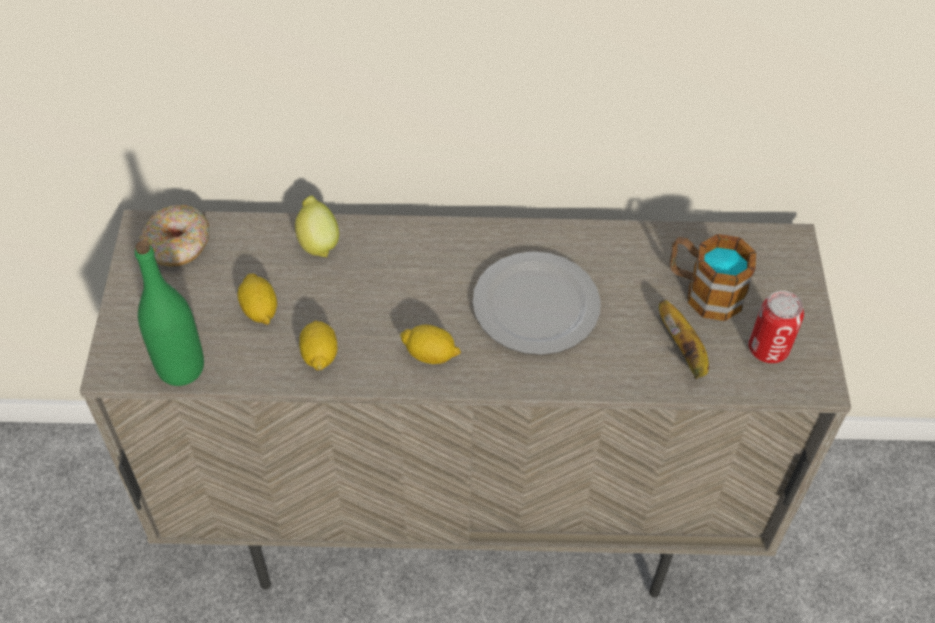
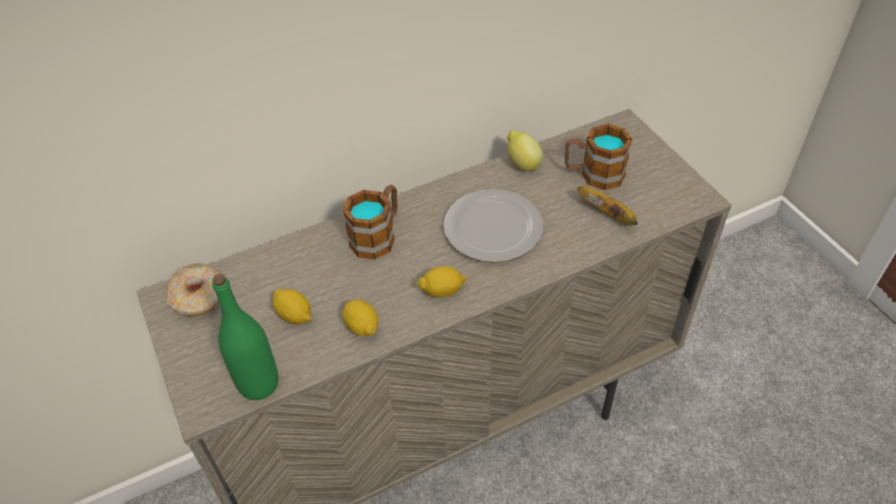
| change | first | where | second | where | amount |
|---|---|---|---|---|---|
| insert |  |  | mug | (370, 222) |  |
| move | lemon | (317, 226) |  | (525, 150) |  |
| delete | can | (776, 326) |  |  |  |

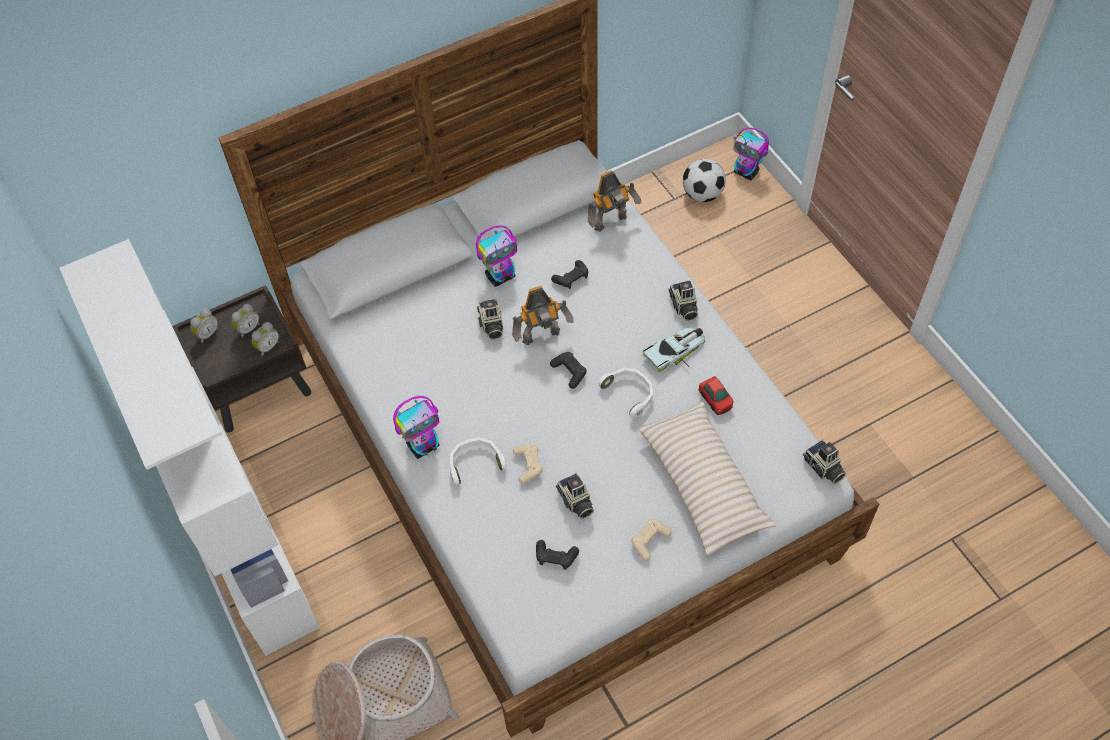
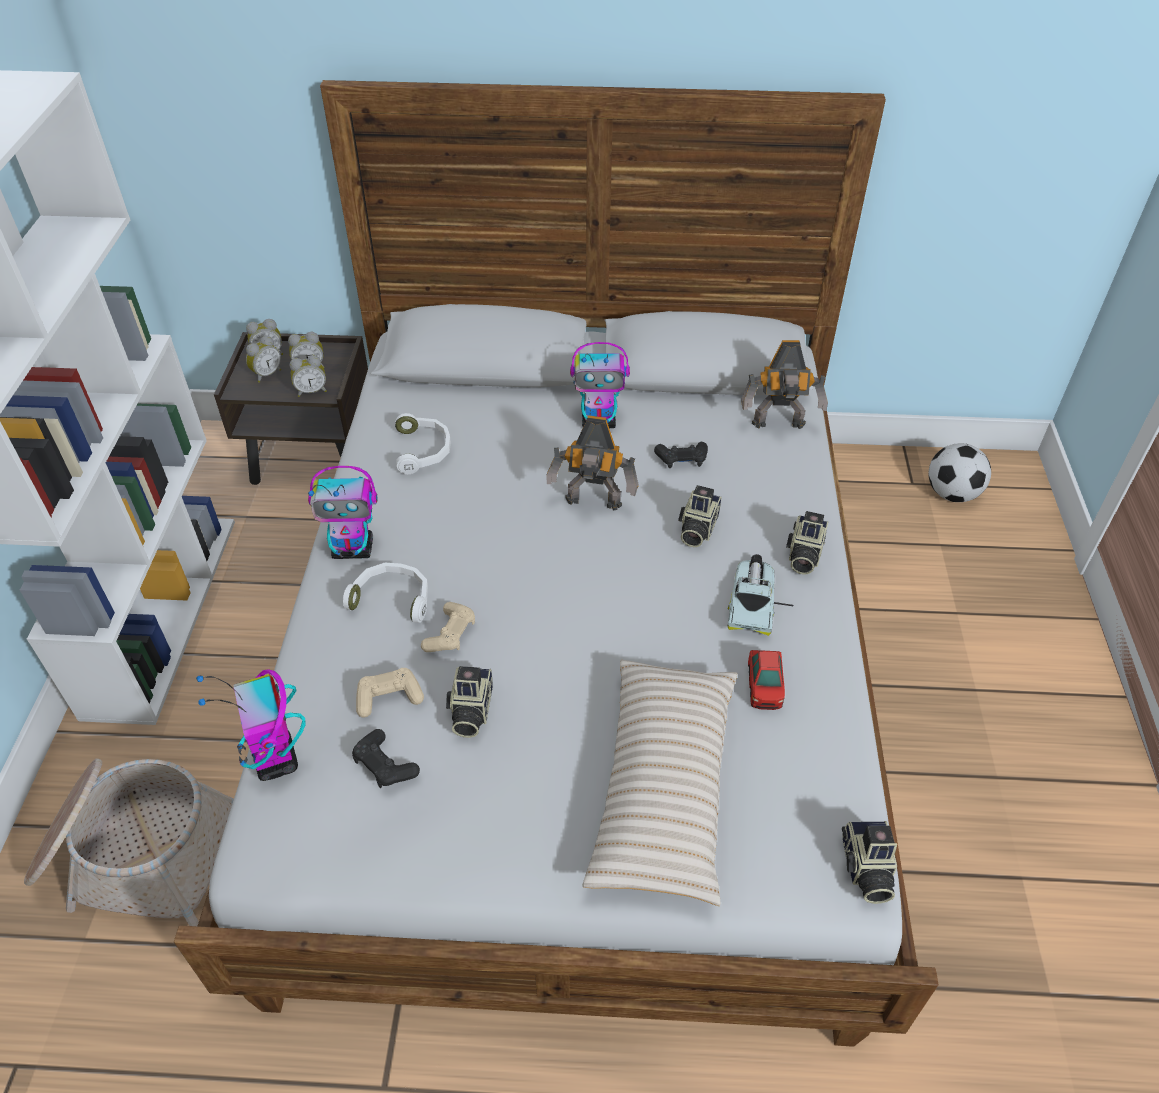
| change | first | where | second | where | amount |
|---|---|---|---|---|---|
| move | toy robot | (751, 154) |  | (251, 725) |  |
| insert |  |  | alarm clock | (263, 359) |  |
| move | beige game controller | (651, 540) |  | (390, 693) |  |
| move | white headphones | (625, 393) |  | (423, 443) |  |
| move | photo camera | (490, 319) |  | (700, 516) |  |
| rotate | toy car | (673, 349) |  | (760, 595) | 75 degrees counterclockwise |
| delete | black game controller | (568, 370) |  |  |  |

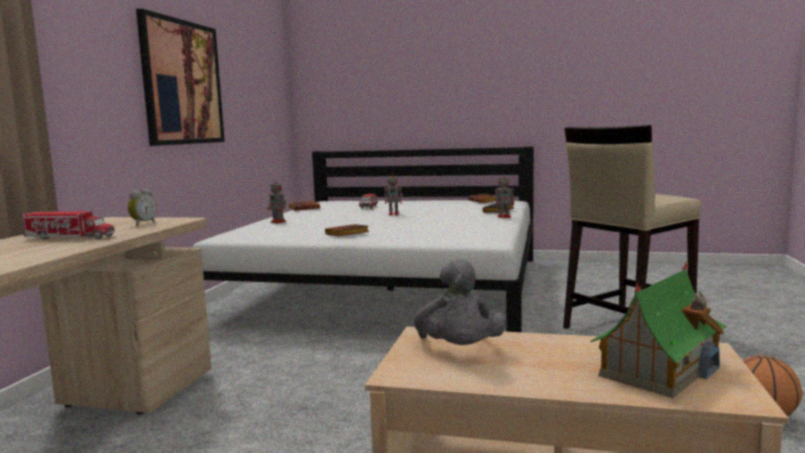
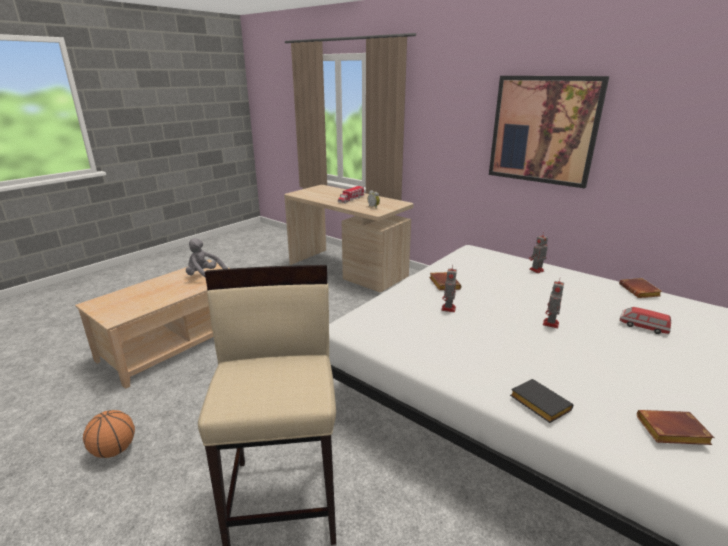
| change | first | where | second | where | amount |
|---|---|---|---|---|---|
| move | toy robot | (504, 195) |  | (449, 288) |  |
| delete | toy house | (659, 329) |  |  |  |

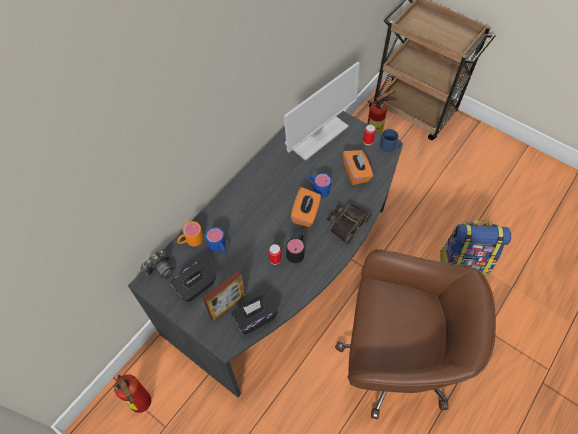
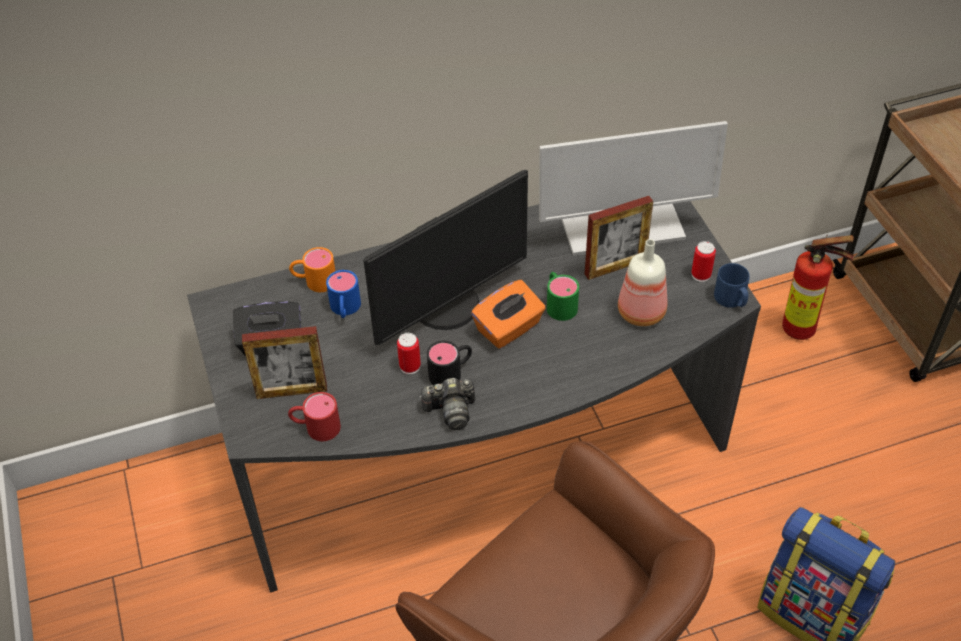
| change | first | where | second | where | amount |
|---|---|---|---|---|---|
| replace | black tissue box | (254, 314) | red mug | (314, 416) |  |
| insert |  |  | monitor | (446, 257) |  |
| move | photo camera | (156, 264) |  | (447, 404) |  |
| recolor | blue mug | (319, 185) | green mug | (563, 296) |  |
| insert |  |  | picture frame | (619, 238) |  |
| replace | orange tissue box | (358, 167) | bottle | (642, 282) |  |
| delete | fire extinguisher | (132, 393) |  |  |  |
| delete | binoculars | (349, 223) |  |  |  |

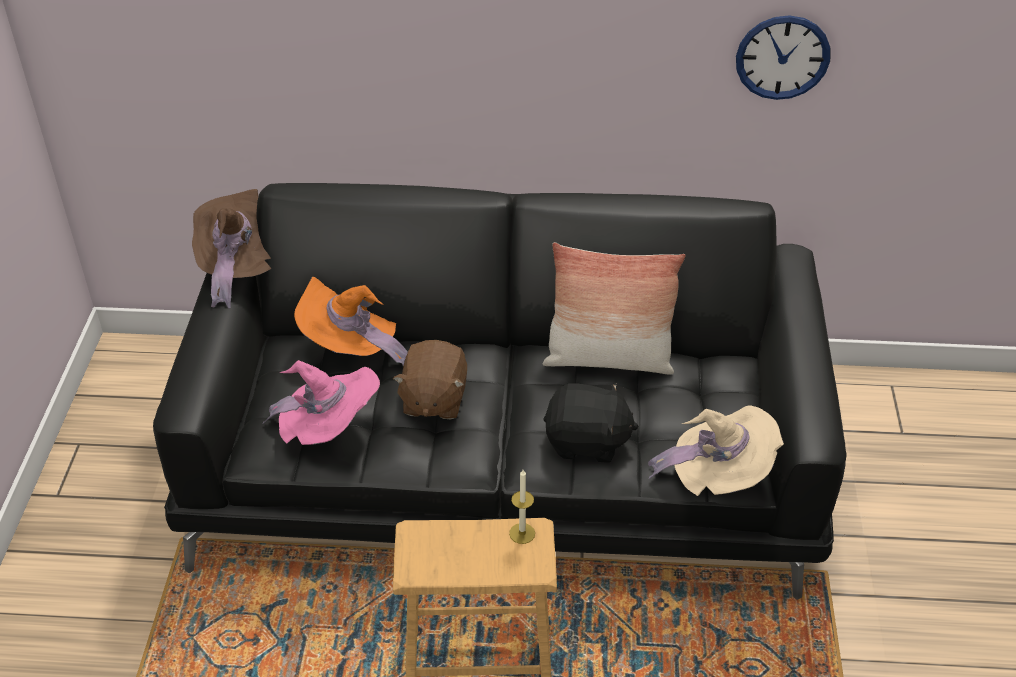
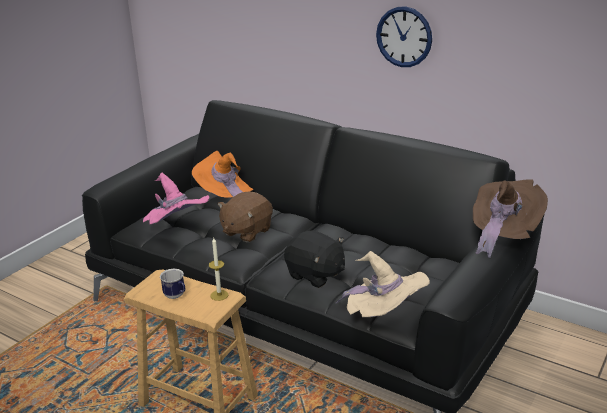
| change | first | where | second | where | amount |
|---|---|---|---|---|---|
| insert |  |  | mug | (172, 284) |  |
| move | wall clock | (783, 57) |  | (404, 36) |  |
| move | brown hat | (232, 249) |  | (510, 218) |  |
| delete | pillow | (614, 308) |  |  |  |

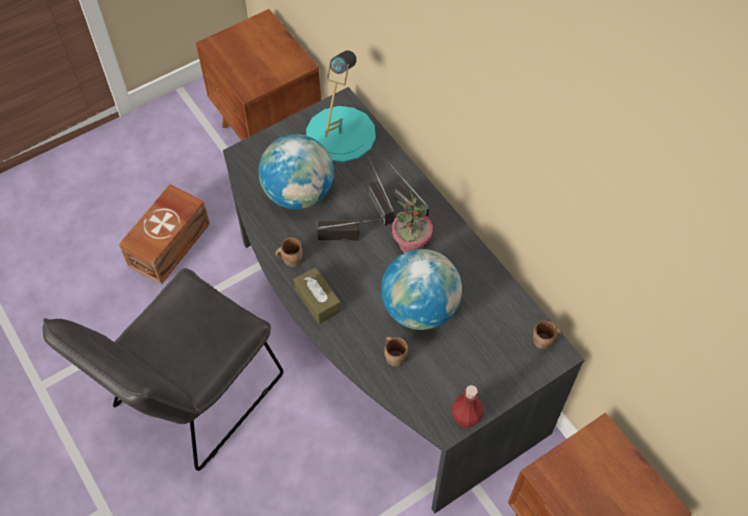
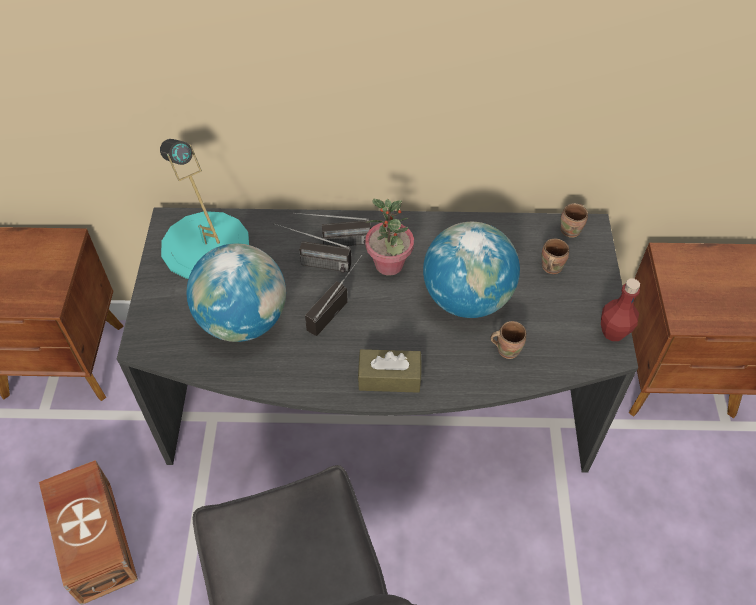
| change | first | where | second | where | amount |
|---|---|---|---|---|---|
| move | brown mug | (289, 252) |  | (555, 256) |  |

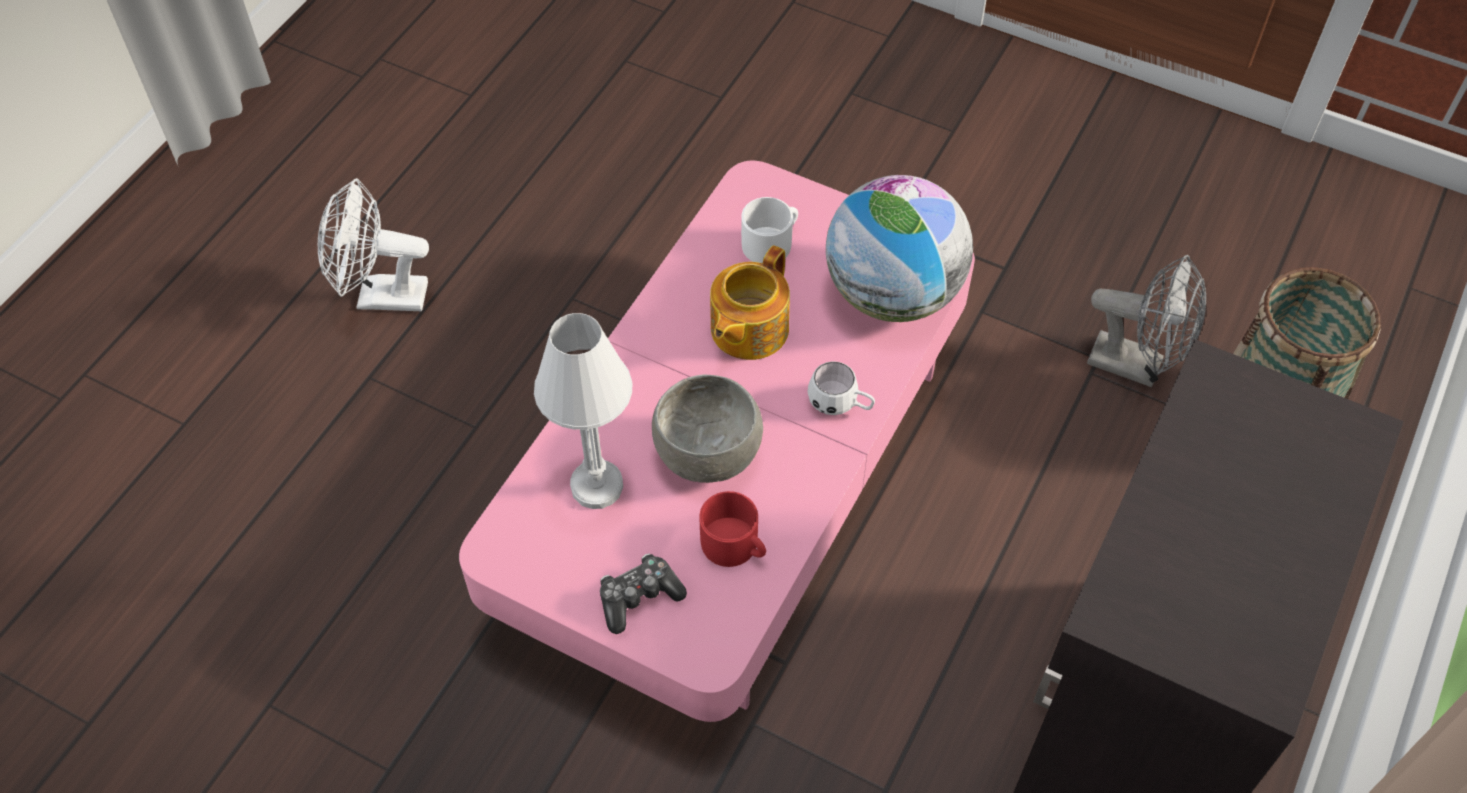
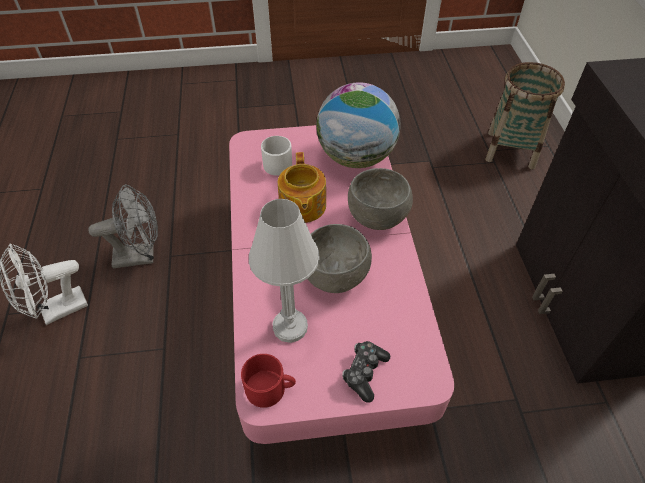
| change | first | where | second | where | amount |
|---|---|---|---|---|---|
| move | grey fan | (1146, 321) |  | (123, 226) |  |
| move | red mug | (732, 529) |  | (268, 381) |  |
| replace | white mug | (841, 388) | grey bowl | (380, 199) |  |

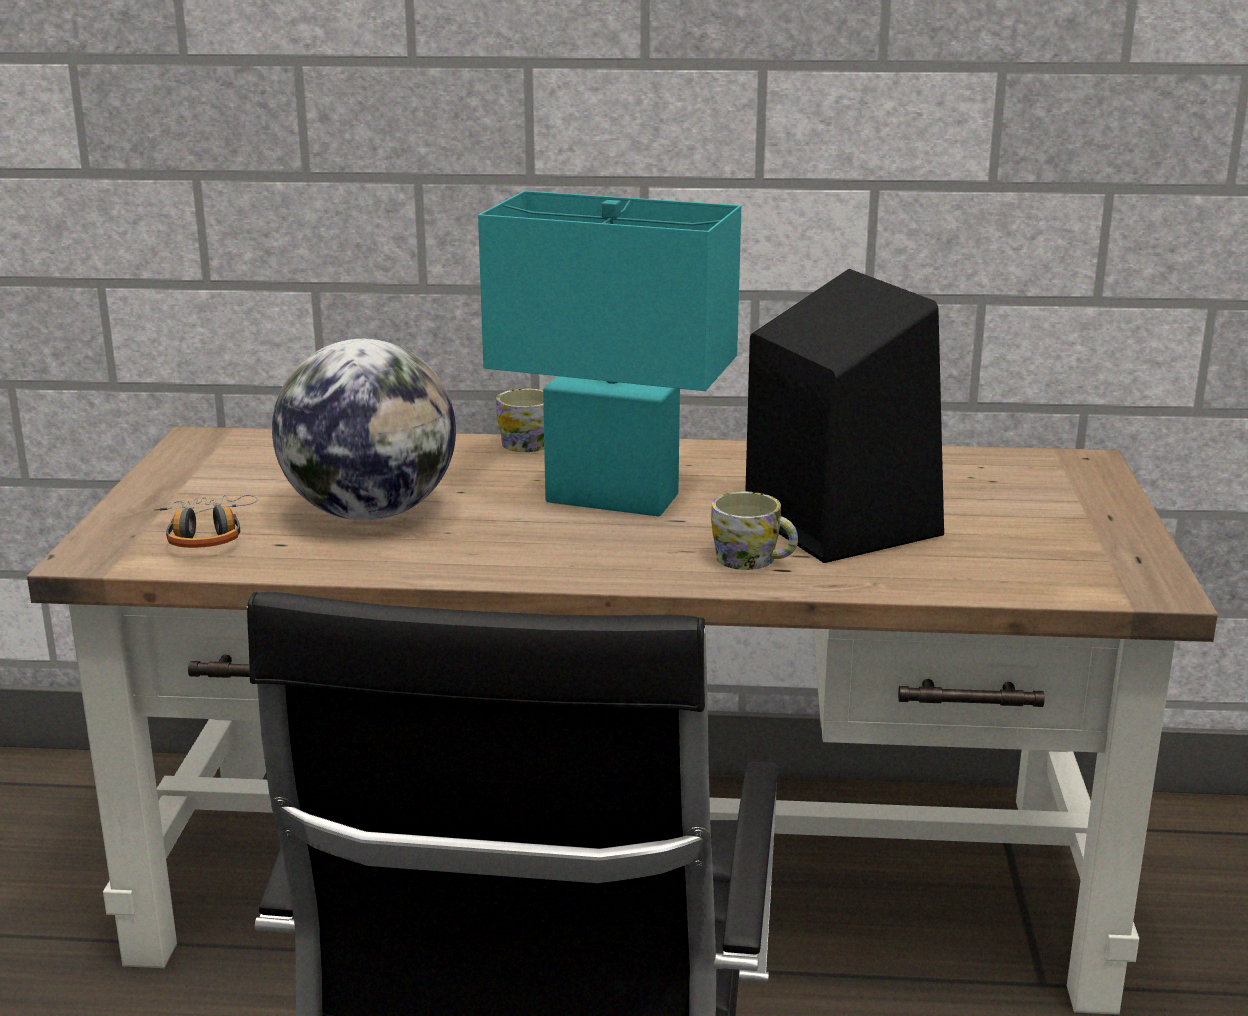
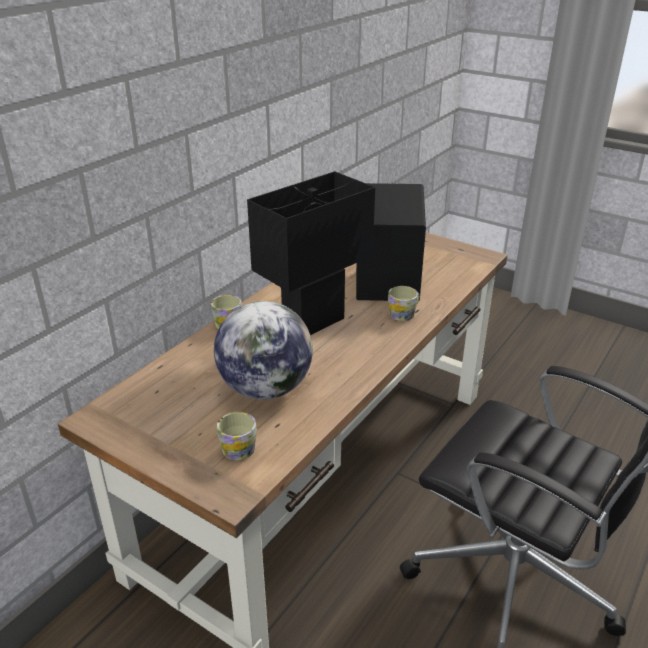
| change | first | where | second | where | amount |
|---|---|---|---|---|---|
| replace | headphones | (206, 521) | mug | (237, 436) |  |
| recolor | turquoise table lamp | (609, 353) | black table lamp | (311, 253) |  |

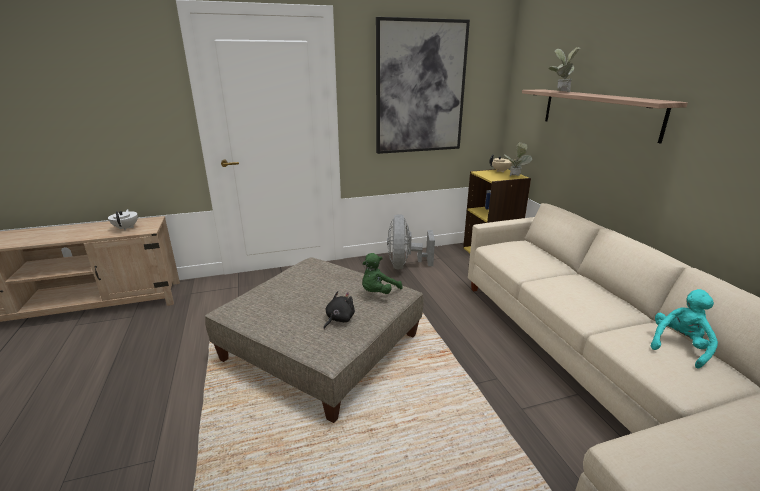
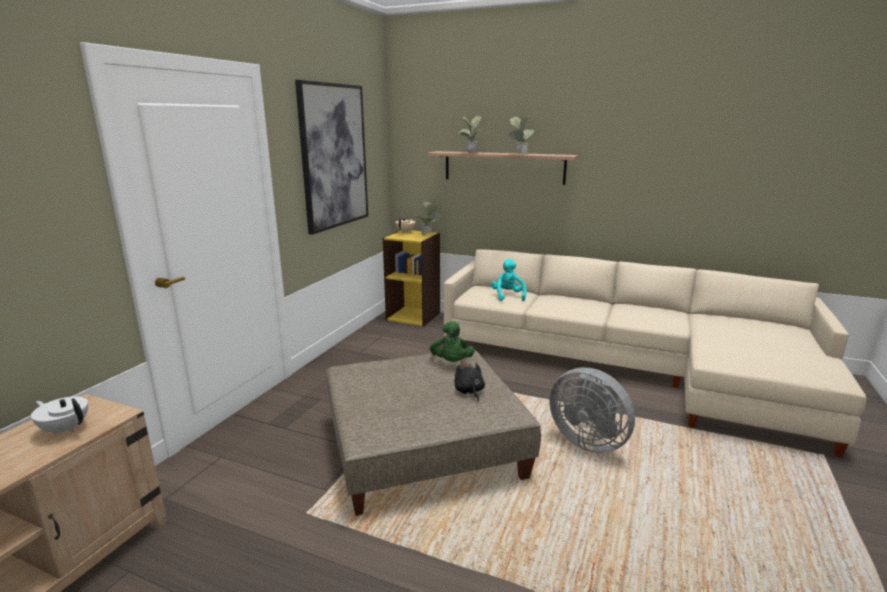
| change | first | where | second | where | amount |
|---|---|---|---|---|---|
| move | turquoise plush toy | (684, 329) |  | (509, 280) |  |
| insert |  |  | potted plant | (521, 134) |  |
| move | grey fan | (411, 242) |  | (592, 410) |  |

